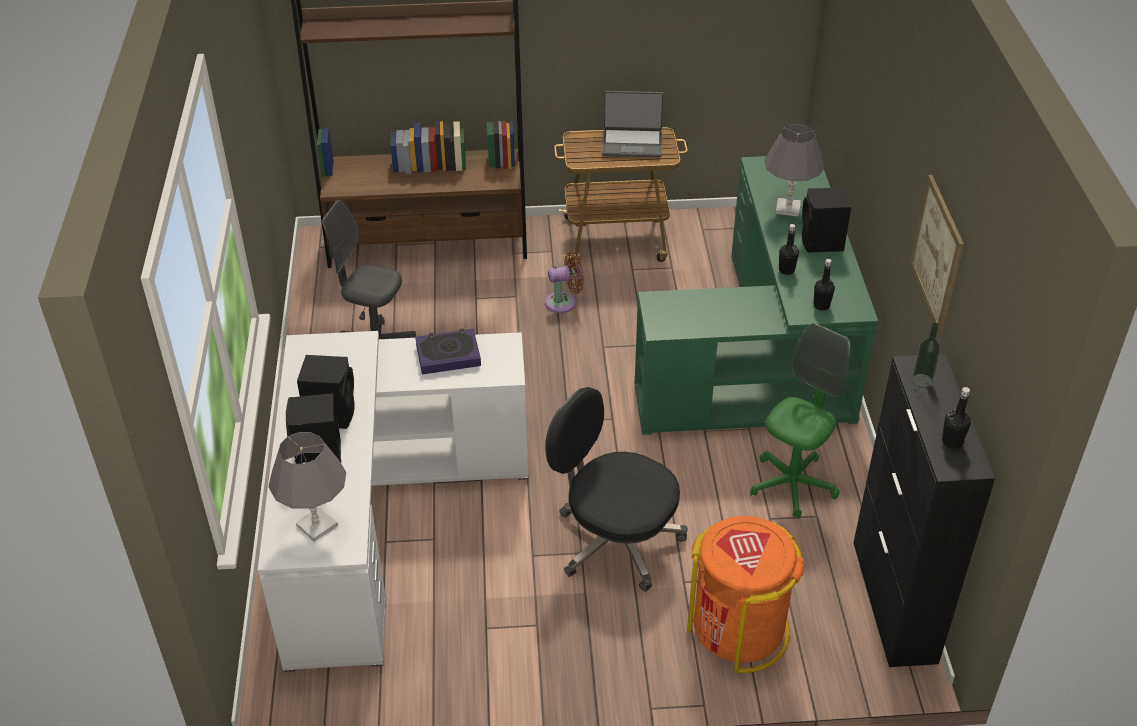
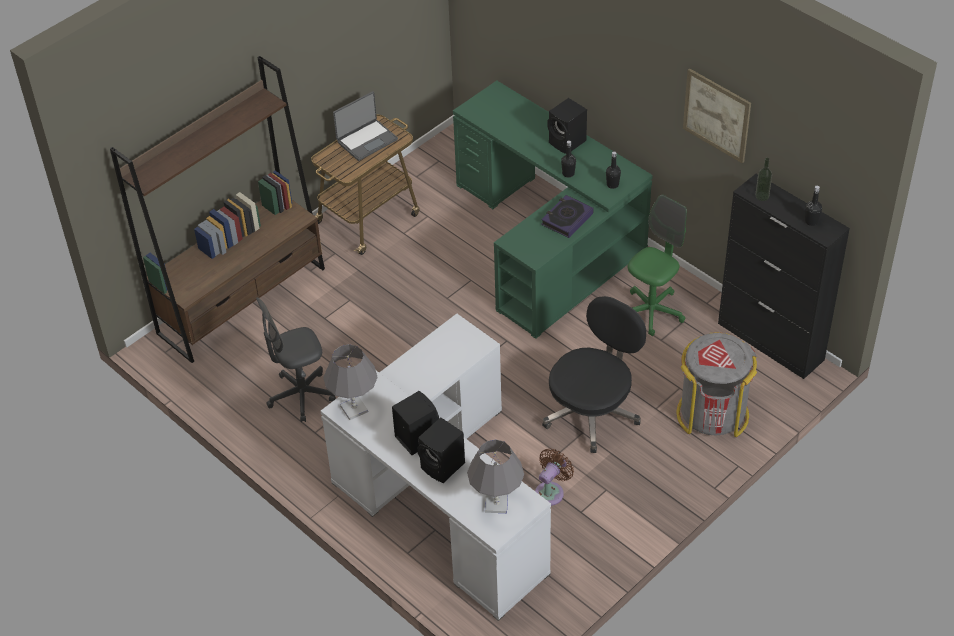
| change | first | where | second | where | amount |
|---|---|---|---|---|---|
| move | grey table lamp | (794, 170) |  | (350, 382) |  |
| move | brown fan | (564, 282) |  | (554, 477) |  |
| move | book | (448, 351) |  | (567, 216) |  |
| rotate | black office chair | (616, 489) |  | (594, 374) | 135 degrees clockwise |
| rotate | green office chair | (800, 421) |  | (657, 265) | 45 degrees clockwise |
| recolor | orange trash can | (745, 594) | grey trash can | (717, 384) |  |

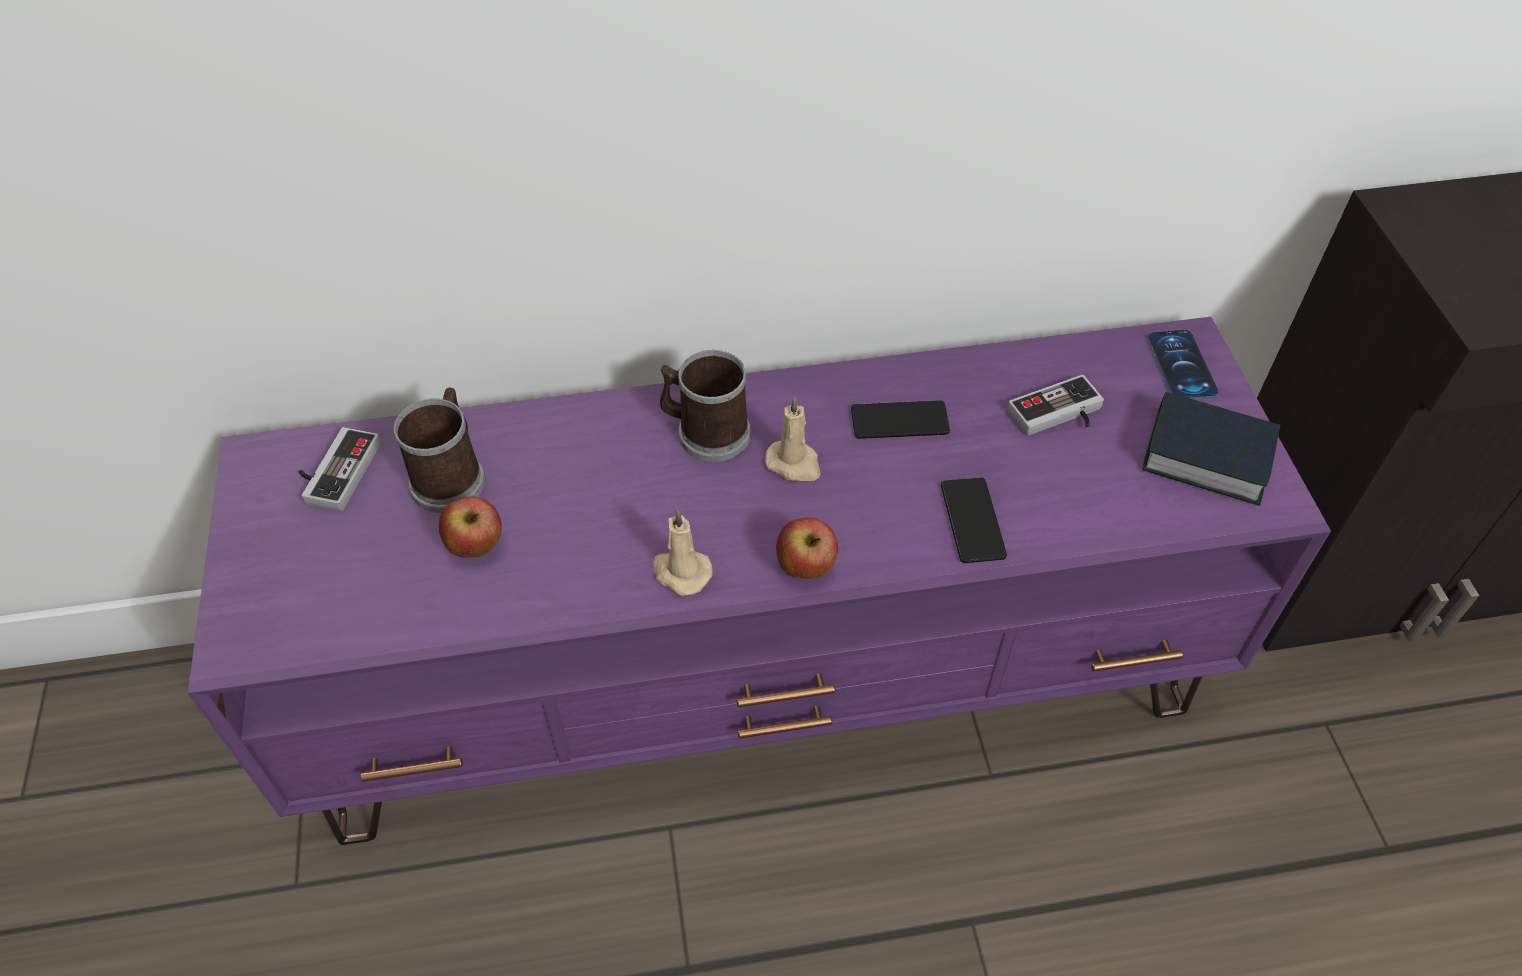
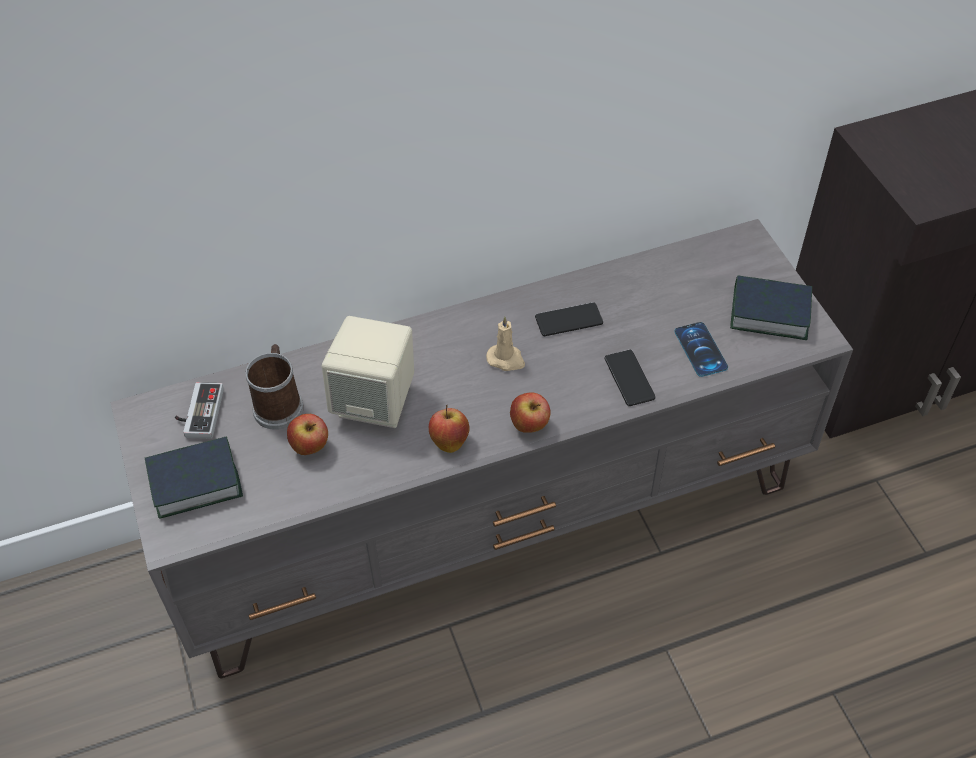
| change | first | where | second | where | amount |
|---|---|---|---|---|---|
| recolor | purple tv stand | (759, 581) | grey tv stand | (481, 449) |  |
| insert |  |  | book | (194, 477) |  |
| insert |  |  | beige speaker | (368, 372) |  |
| replace | beige candle | (682, 553) | apple | (449, 429) |  |
| move | phone | (1183, 364) |  | (701, 349) |  |
| delete | mug | (705, 406) |  |  |  |
| delete | game controller | (1055, 405) |  |  |  |

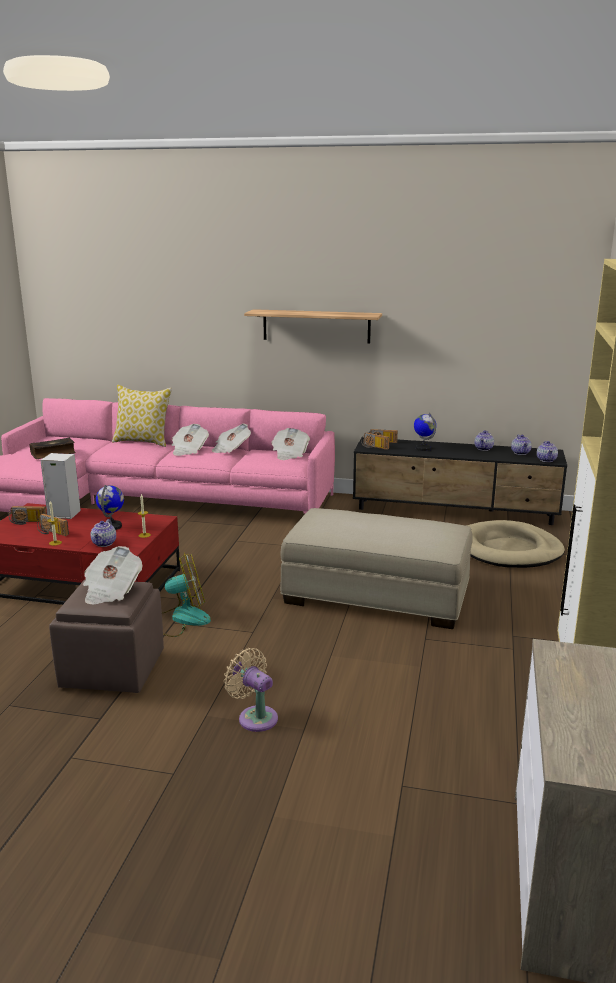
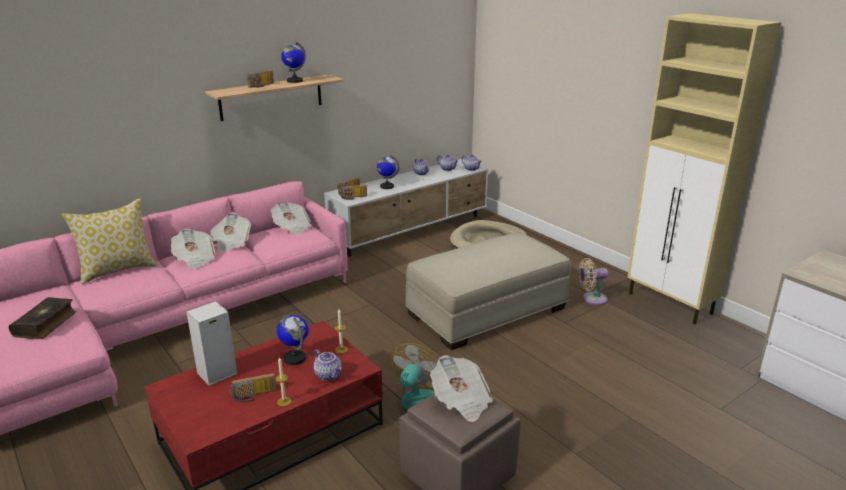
| change | first | where | second | where | amount |
|---|---|---|---|---|---|
| move | radio | (28, 515) |  | (260, 79) |  |
| insert |  |  | globe | (293, 62) |  |
| recolor | black tv stand | (460, 481) | white tv stand | (406, 208) |  |
| move | beige fan | (251, 690) |  | (593, 281) |  |

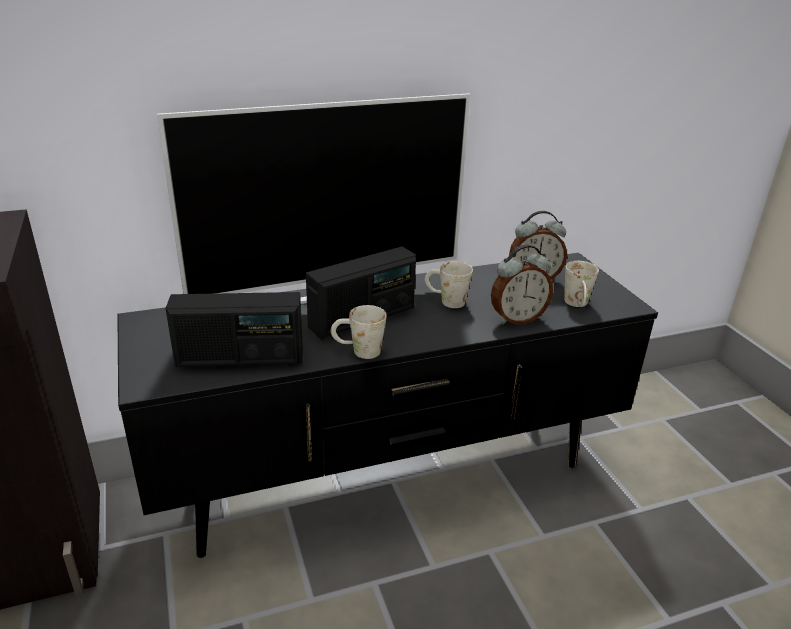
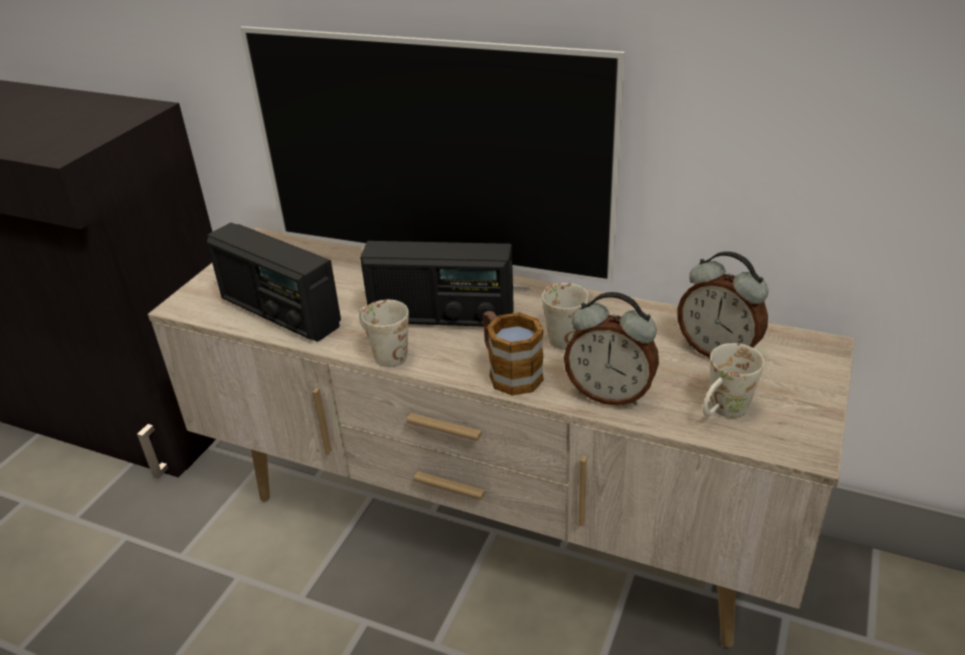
| change | first | where | second | where | amount |
|---|---|---|---|---|---|
| recolor | black tv stand | (387, 405) | beige tv stand | (501, 438) |  |
| insert |  |  | mug | (513, 353) |  |

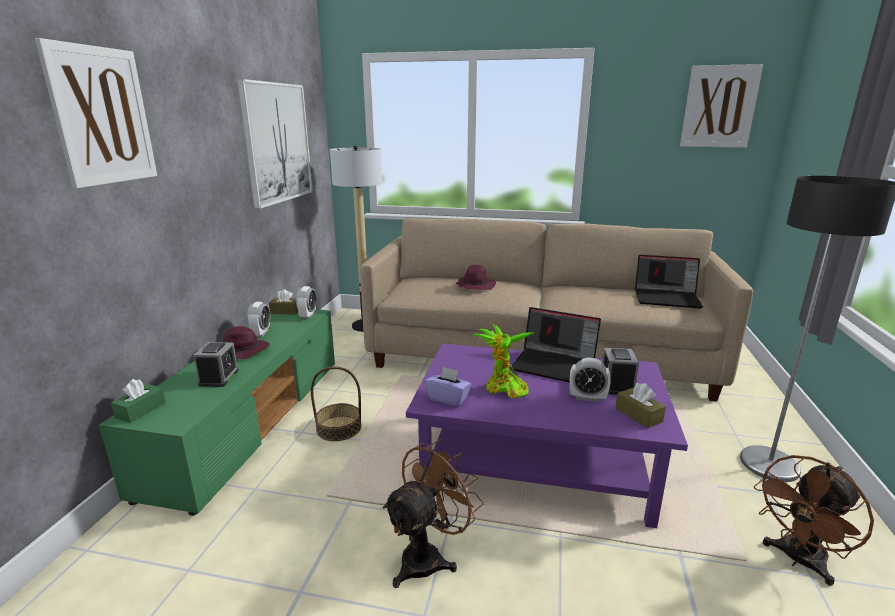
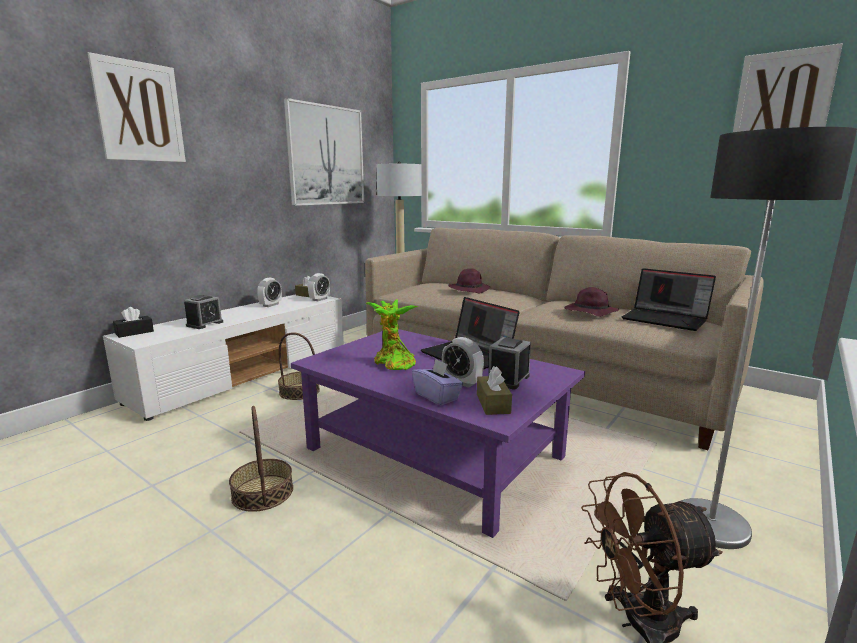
| change | first | where | second | where | amount |
|---|---|---|---|---|---|
| recolor | green tv stand | (217, 412) | white tv stand | (223, 357) |  |
| recolor | green tissue box | (138, 401) | black tissue box | (133, 322) |  |
| replace | brown fan | (432, 513) | basket | (261, 459) |  |
| move | purple tissue box | (448, 387) |  | (437, 382) |  |
| move | purple hat | (246, 343) |  | (592, 302) |  |

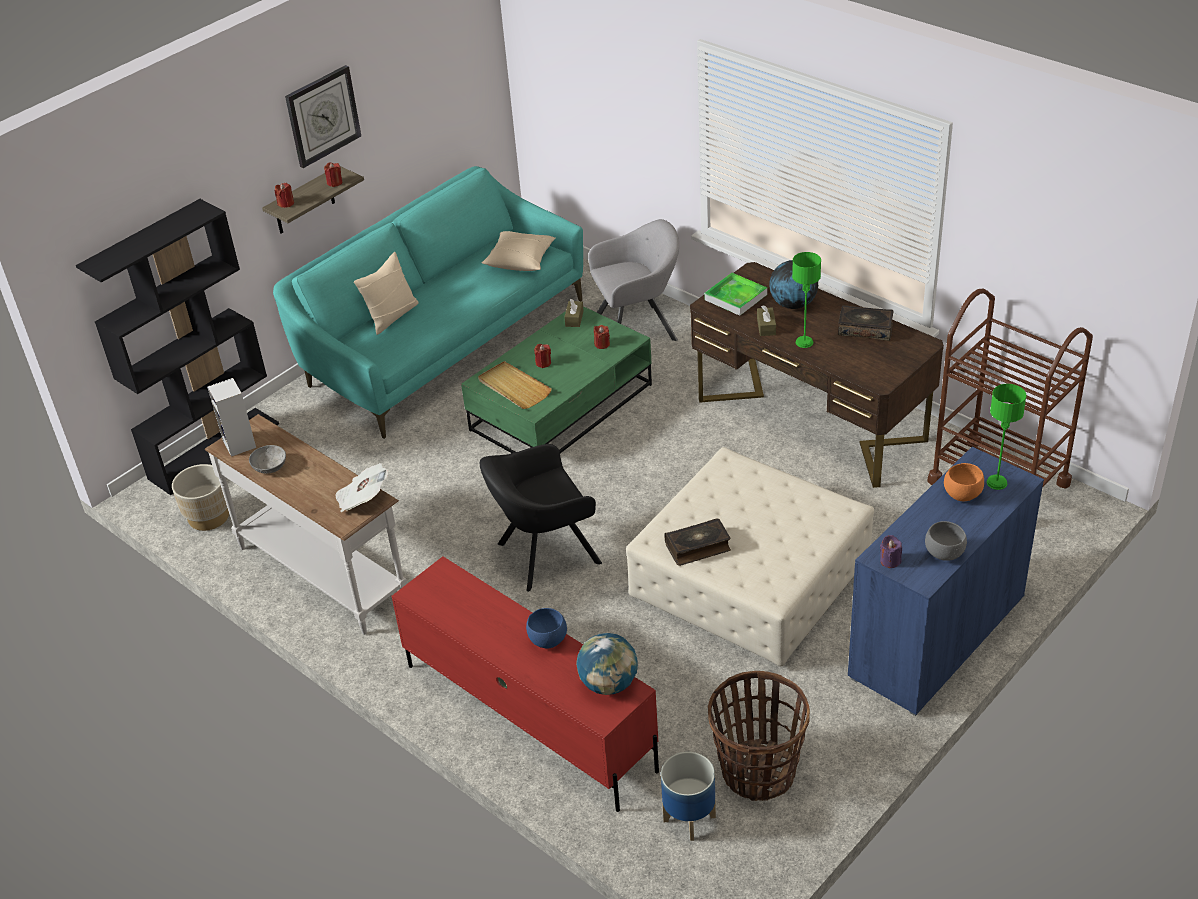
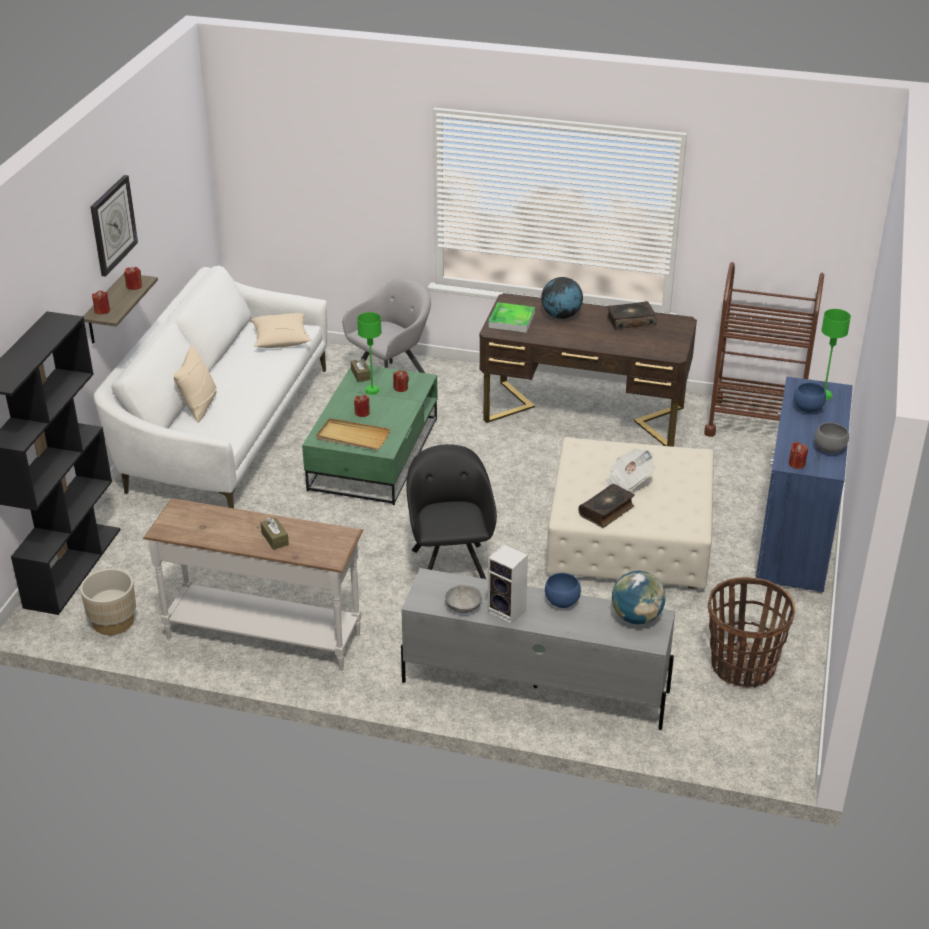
| change | first | where | second | where | amount |
|---|---|---|---|---|---|
| recolor | turquoise sofa | (428, 302) | white sofa | (210, 387) |  |
| move | brown tissue box | (766, 321) |  | (274, 533) |  |
| move | green table lamp | (806, 300) |  | (369, 353) |  |
| recolor | red tv stand | (525, 684) | grey tv stand | (538, 649) |  |
| rotate | black armchair | (540, 518) |  | (451, 511) | 135 degrees clockwise |
| move | grey bowl | (267, 459) |  | (463, 599) |  |
| move | speaker | (231, 417) |  | (507, 584) |  |
| move | newspaper | (361, 487) |  | (629, 470) |  |
| recolor | purple candle | (891, 551) | red candle | (798, 455) |  |
| recolor | orange bowl | (964, 482) | blue bowl | (810, 397) |  |
| delete | planter | (688, 796) |  |  |  |

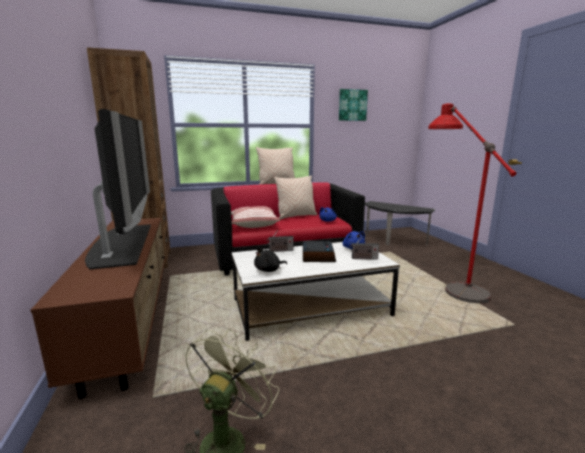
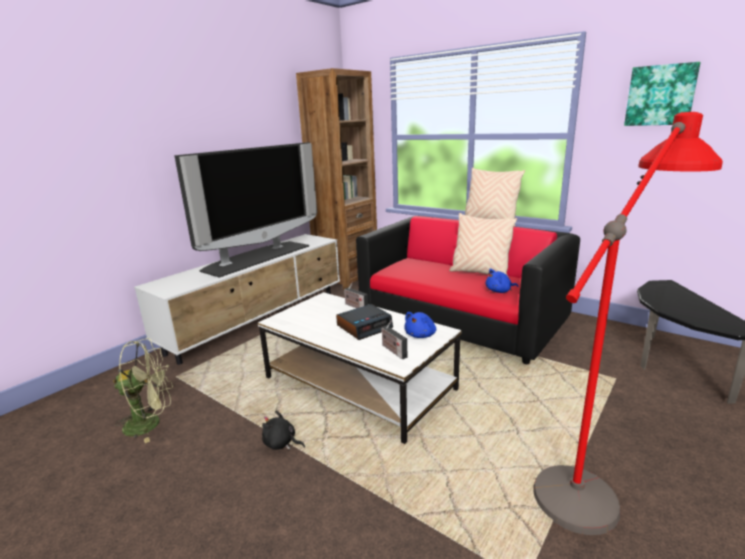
| change | first | where | second | where | amount |
|---|---|---|---|---|---|
| recolor | brown tv stand | (98, 308) | white tv stand | (237, 299) |  |
| move | black plush toy | (270, 259) |  | (283, 430) |  |
| delete | pillow | (255, 217) |  |  |  |

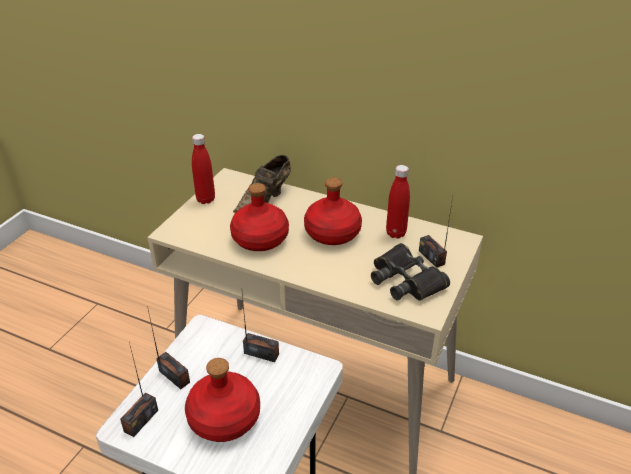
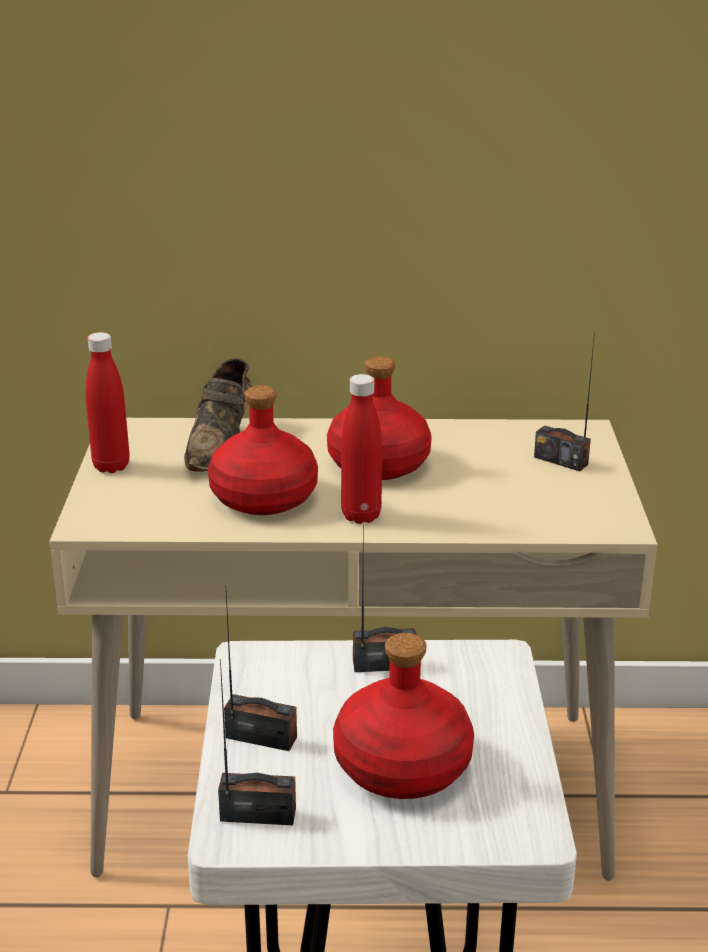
| change | first | where | second | where | amount |
|---|---|---|---|---|---|
| rotate | radio | (139, 389) |  | (257, 742) | 90 degrees counterclockwise |
| move | red bottle | (398, 202) |  | (361, 449) |  |
| delete | black binoculars | (410, 272) |  |  |  |

